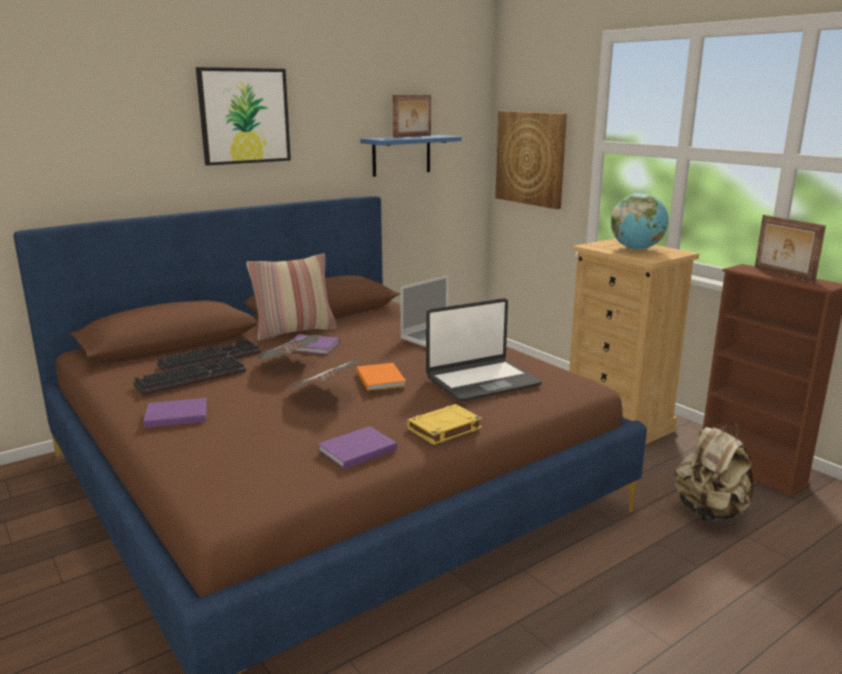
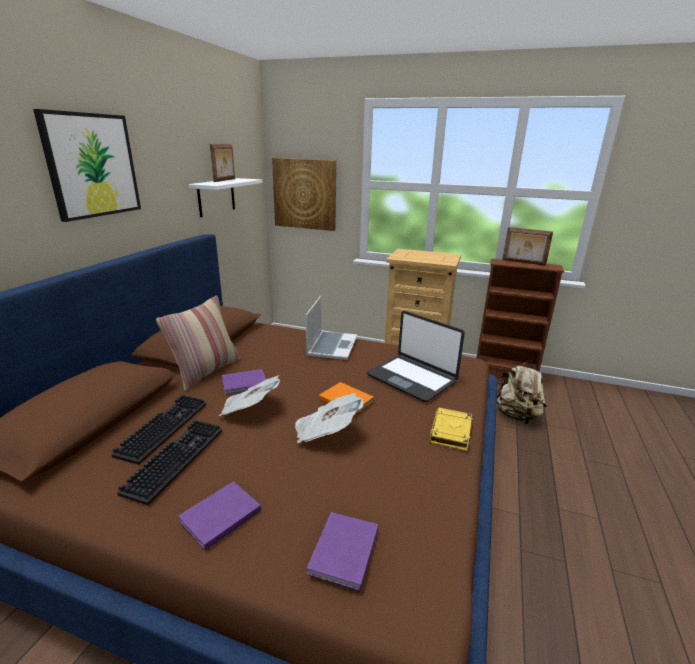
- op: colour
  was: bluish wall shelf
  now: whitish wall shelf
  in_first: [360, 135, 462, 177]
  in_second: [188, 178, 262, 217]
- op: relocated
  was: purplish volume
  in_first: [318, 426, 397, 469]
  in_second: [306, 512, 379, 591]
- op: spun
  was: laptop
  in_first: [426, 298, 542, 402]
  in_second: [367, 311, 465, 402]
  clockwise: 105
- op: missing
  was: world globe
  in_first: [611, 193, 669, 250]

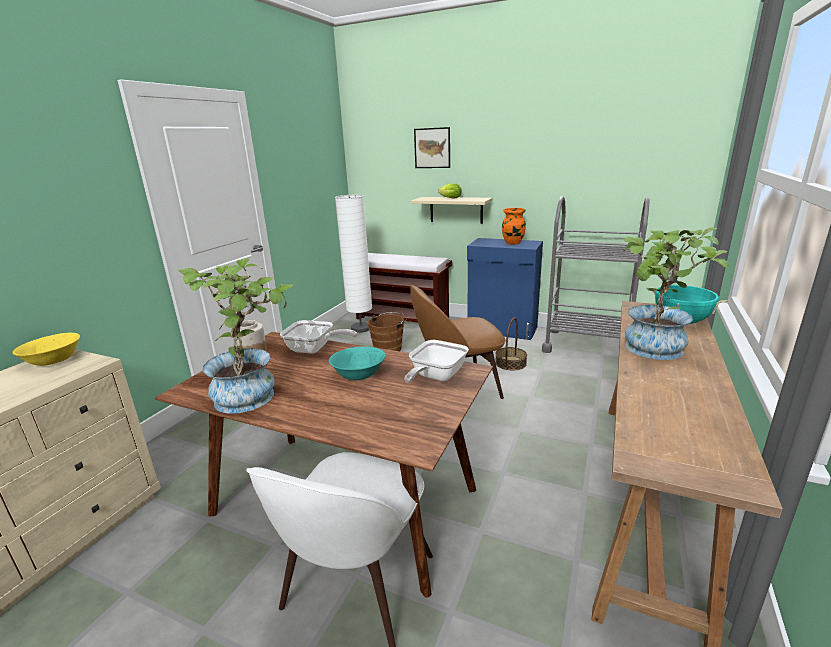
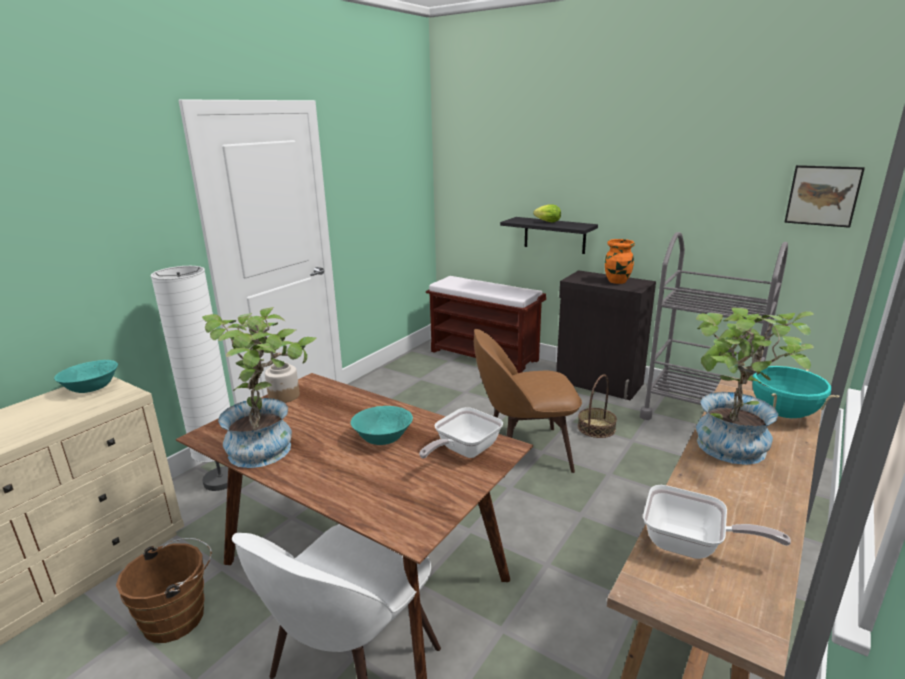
- op: colour
  was: yellowish serving bowl
  now: turquoise-coloured serving bowl
  in_first: [13, 333, 80, 366]
  in_second: [54, 360, 118, 393]
- op: relocated
  was: brown-coloured bucket
  in_first: [368, 312, 407, 351]
  in_second: [116, 538, 212, 643]
- op: relocated
  was: whitish floor lamp
  in_first: [335, 195, 372, 333]
  in_second: [151, 266, 230, 491]
- op: colour
  was: beige-coloured wall shelf
  now: black wall shelf
  in_first: [411, 197, 493, 224]
  in_second: [500, 217, 598, 254]
- op: colour
  was: bluish cabinet
  now: black cabinet
  in_first: [467, 238, 543, 340]
  in_second: [556, 270, 656, 400]
- op: relocated
  was: pan
  in_first: [280, 320, 357, 354]
  in_second: [643, 485, 791, 559]
- op: relocated
  was: picture
  in_first: [414, 127, 450, 168]
  in_second: [784, 165, 865, 228]

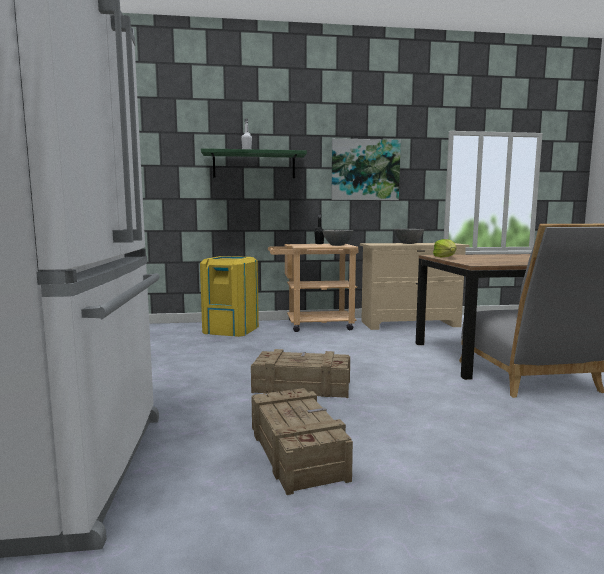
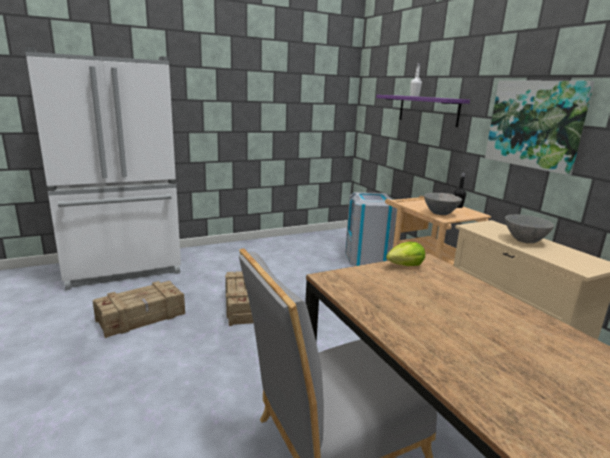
- op: colour
  was: yellowish rubbish bin
  now: grey rubbish bin
  in_first: [200, 256, 259, 337]
  in_second: [345, 192, 397, 266]
- op: colour
  was: green wall shelf
  now: purplish wall shelf
  in_first: [201, 148, 307, 178]
  in_second: [376, 95, 470, 127]

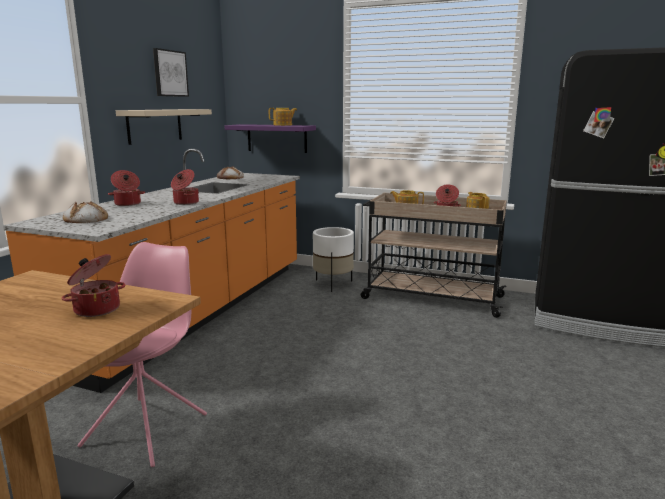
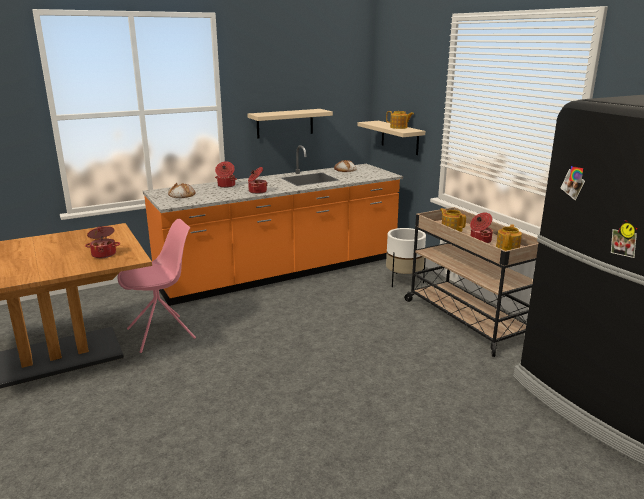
- op: colour
  was: purplish wall shelf
  now: beige-coloured wall shelf
  in_first: [225, 124, 316, 153]
  in_second: [358, 121, 425, 155]
- op: missing
  was: picture
  in_first: [153, 48, 189, 97]

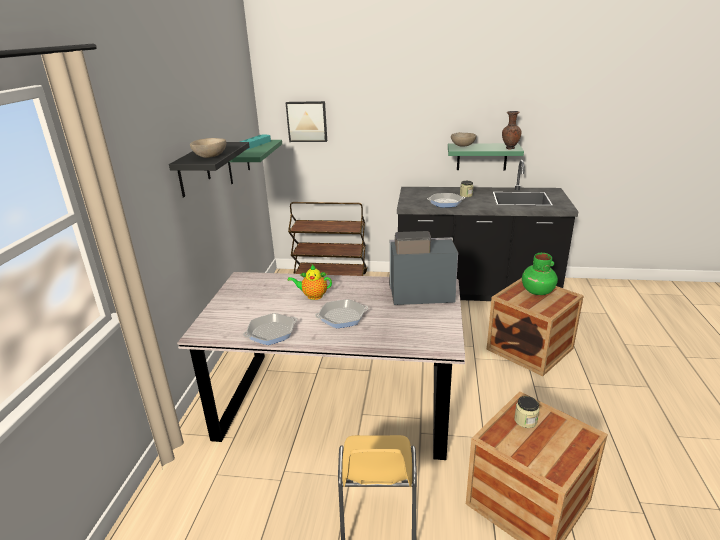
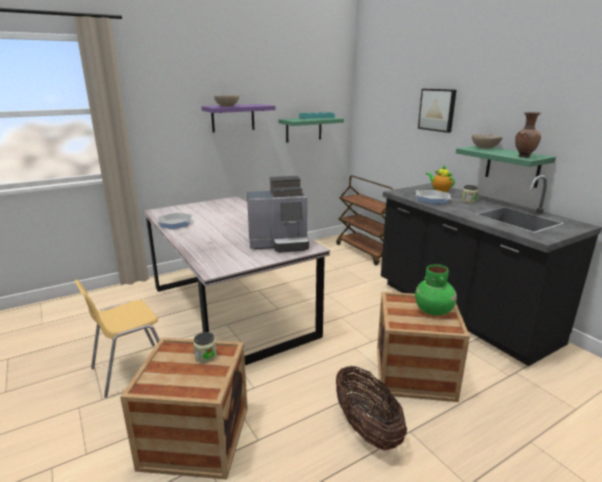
- op: colour
  was: black wall shelf
  now: purplish wall shelf
  in_first: [169, 142, 249, 197]
  in_second: [201, 104, 276, 132]
- op: spun
  was: coffee machine
  in_first: [389, 231, 458, 305]
  in_second: [247, 176, 309, 253]
  clockwise: 120
- op: appeared
  now: basket
  in_second: [336, 366, 407, 451]
- op: relocated
  was: picture
  in_first: [286, 101, 327, 142]
  in_second: [418, 89, 456, 133]
- op: relocated
  was: pot for tea
  in_first: [287, 265, 332, 300]
  in_second: [426, 165, 455, 192]
- op: missing
  was: pan
  in_first: [315, 299, 368, 328]

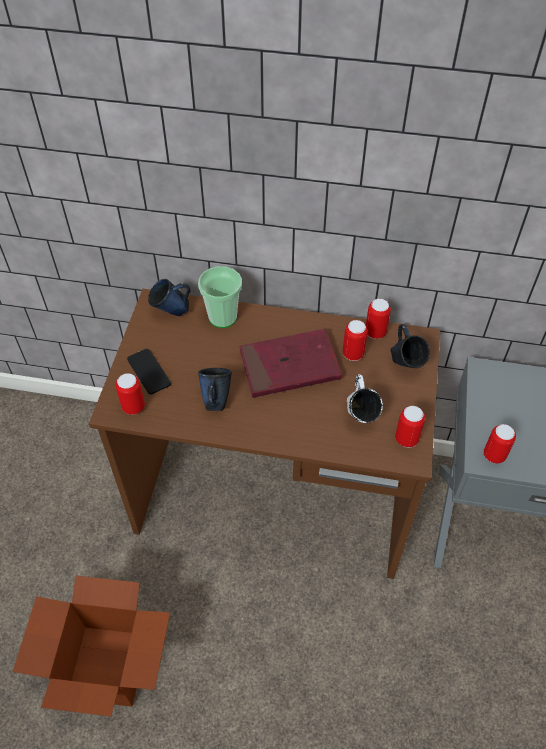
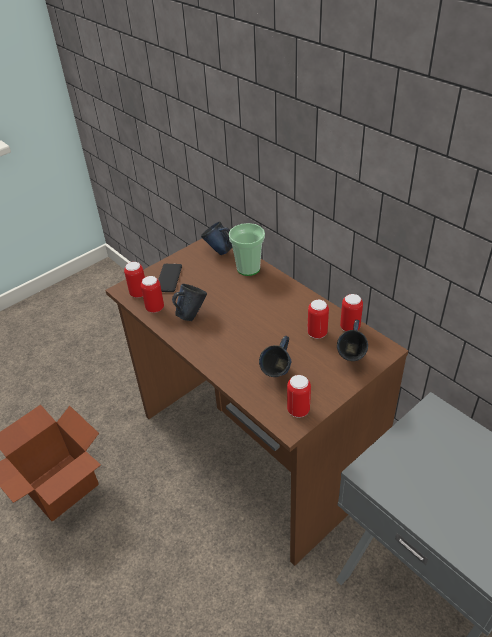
- op: relocated
  was: sealed can
  in_first: [484, 424, 516, 464]
  in_second: [141, 276, 164, 313]
- op: colour
  was: whitish tea mug
  now: bluish tea mug
  in_first: [347, 374, 383, 423]
  in_second: [259, 336, 292, 377]
- op: missing
  was: red volume
  in_first: [240, 329, 342, 398]

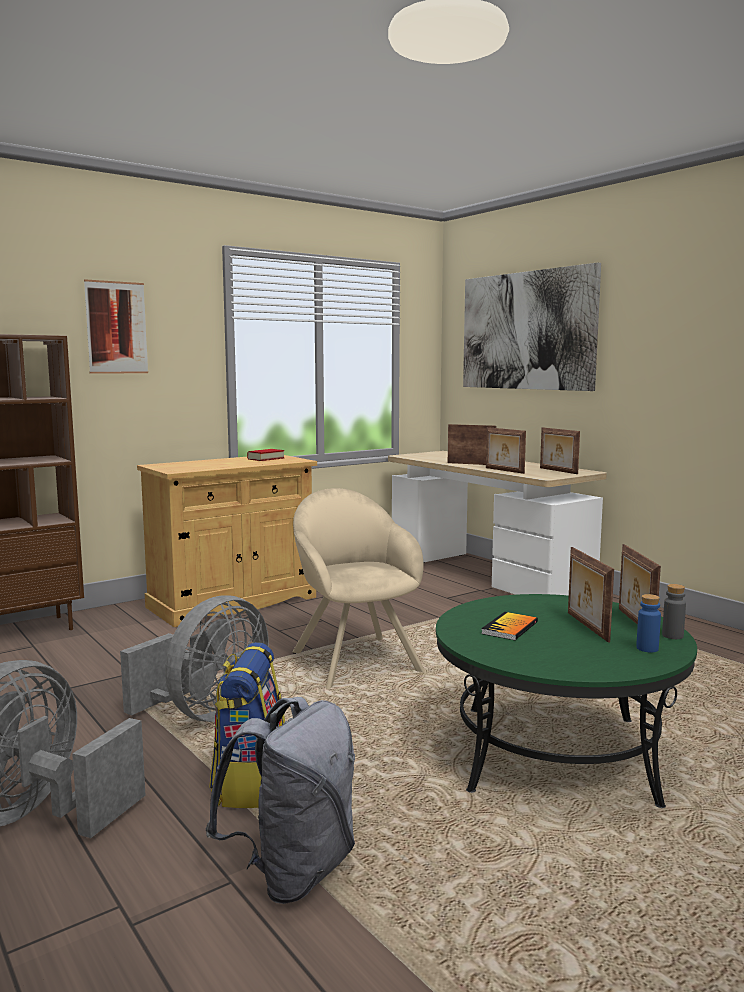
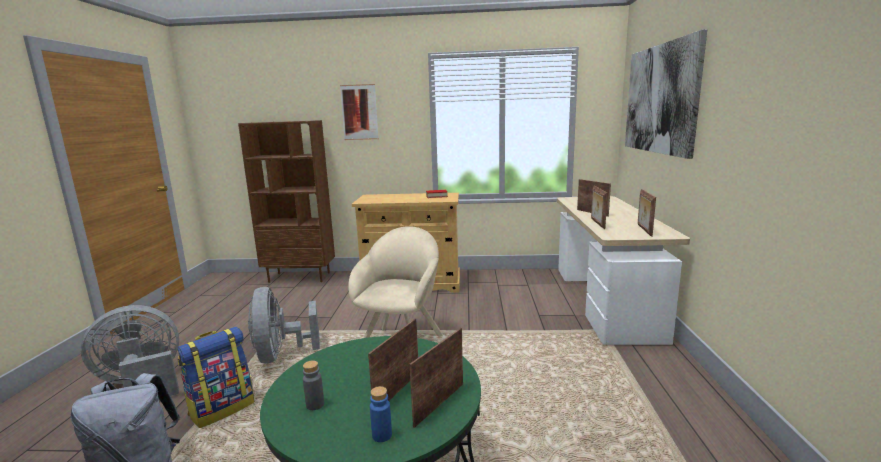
- op: spun
  was: grey cooling fan
  in_first: [120, 595, 269, 722]
  in_second: [248, 287, 320, 363]
  clockwise: 90
- op: relocated
  was: grey drink bottle
  in_first: [662, 584, 686, 639]
  in_second: [303, 361, 324, 410]
- op: missing
  was: volume
  in_first: [481, 612, 538, 640]

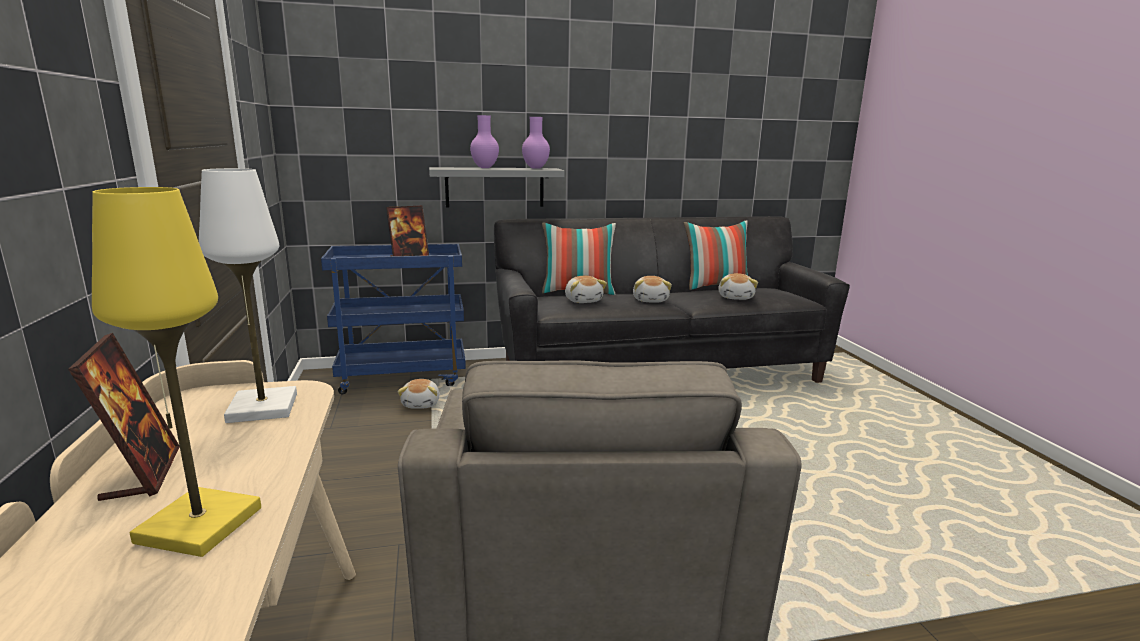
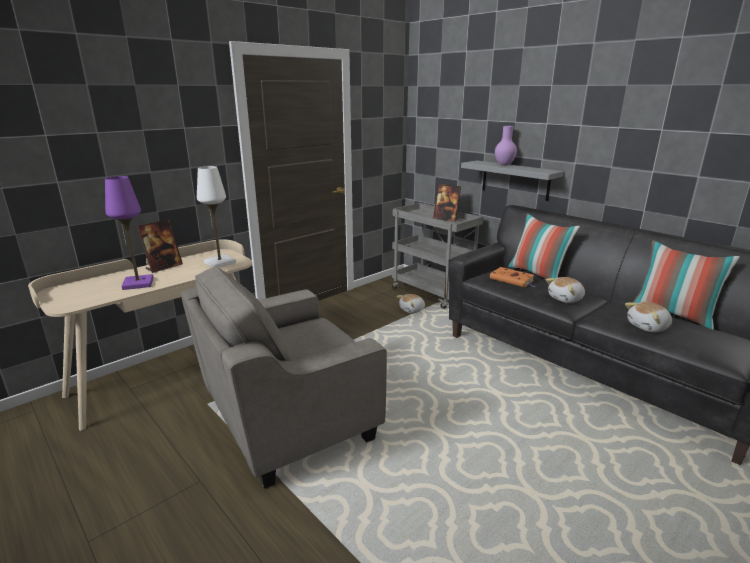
- op: colour
  was: yellowish table lamp
  now: purplish table lamp
  in_first: [92, 187, 261, 557]
  in_second: [105, 176, 154, 290]
- op: colour
  was: bluish wheeled cart
  now: grey wheeled cart
  in_first: [321, 244, 466, 394]
  in_second: [392, 203, 483, 309]
- op: exchanged
  was: soft toy
  now: orange-coloured volume
  in_first: [565, 276, 607, 303]
  in_second: [490, 267, 536, 287]
- op: missing
  was: purplish decorative vase
  in_first: [522, 117, 550, 169]

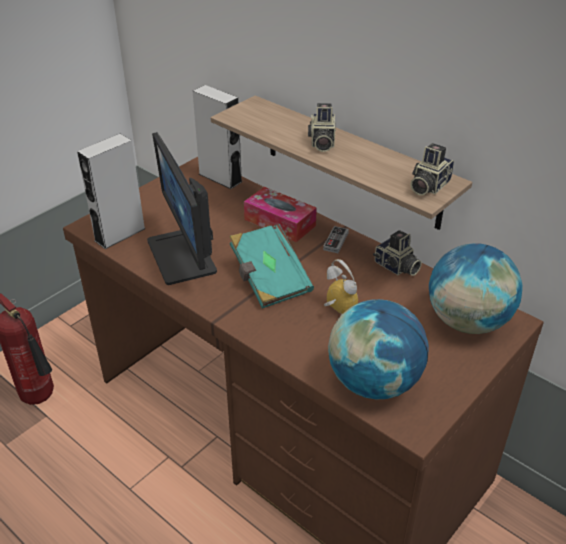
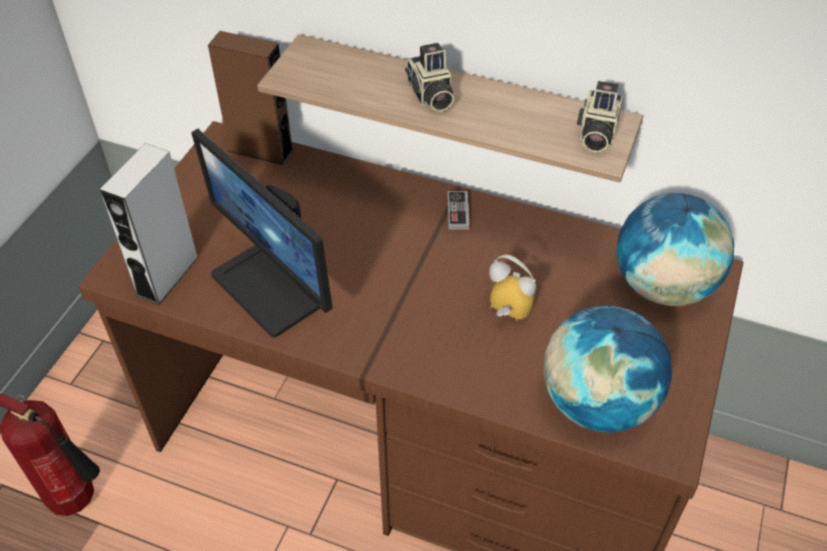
- op: colour
  was: grey loudspeaker
  now: brown-coloured loudspeaker
  in_first: [193, 85, 242, 189]
  in_second: [208, 31, 294, 165]
- op: missing
  was: turquoise-coloured volume
  in_first: [230, 223, 314, 308]
- op: missing
  was: tissue box
  in_first: [244, 187, 317, 242]
- op: missing
  was: still camera
  in_first: [373, 230, 422, 276]

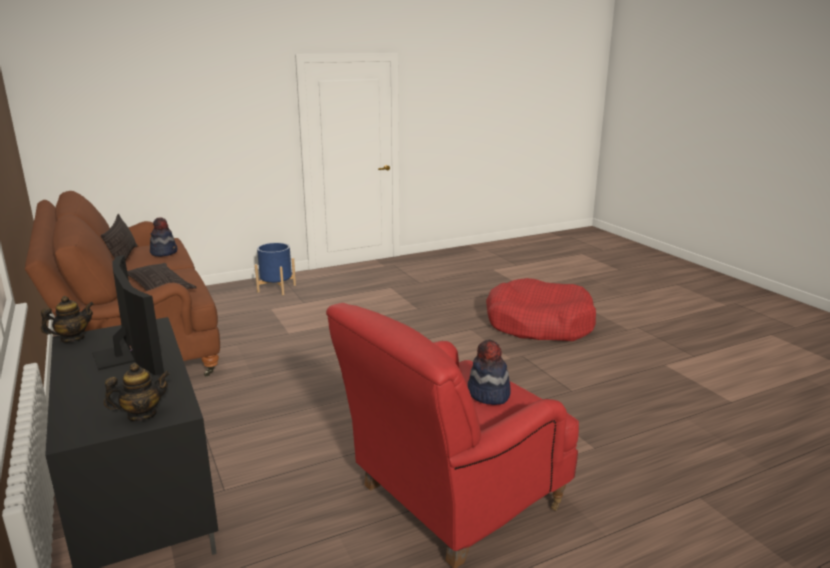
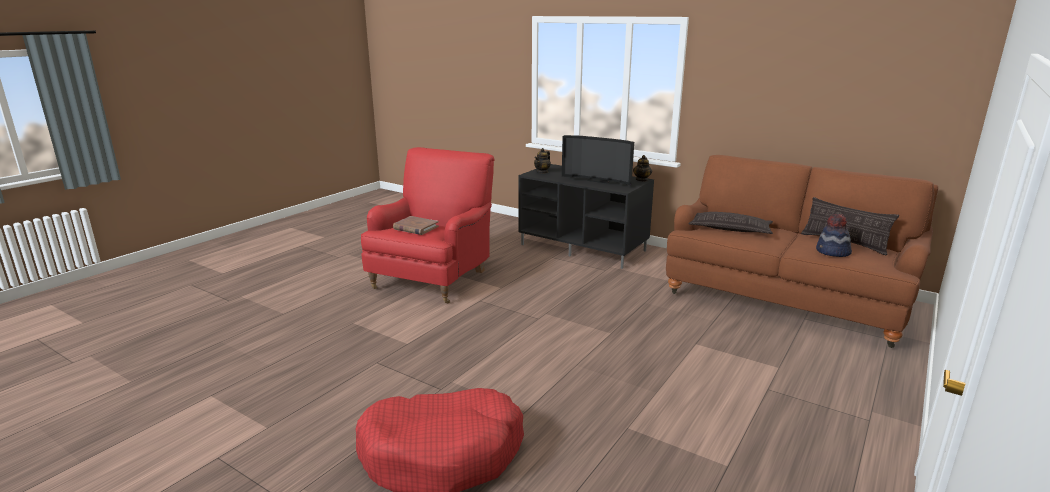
- op: exchanged
  was: hat
  now: brown-coloured volume
  in_first: [468, 340, 511, 405]
  in_second: [393, 216, 439, 235]
- op: missing
  was: bluish flower pot
  in_first: [255, 243, 296, 295]

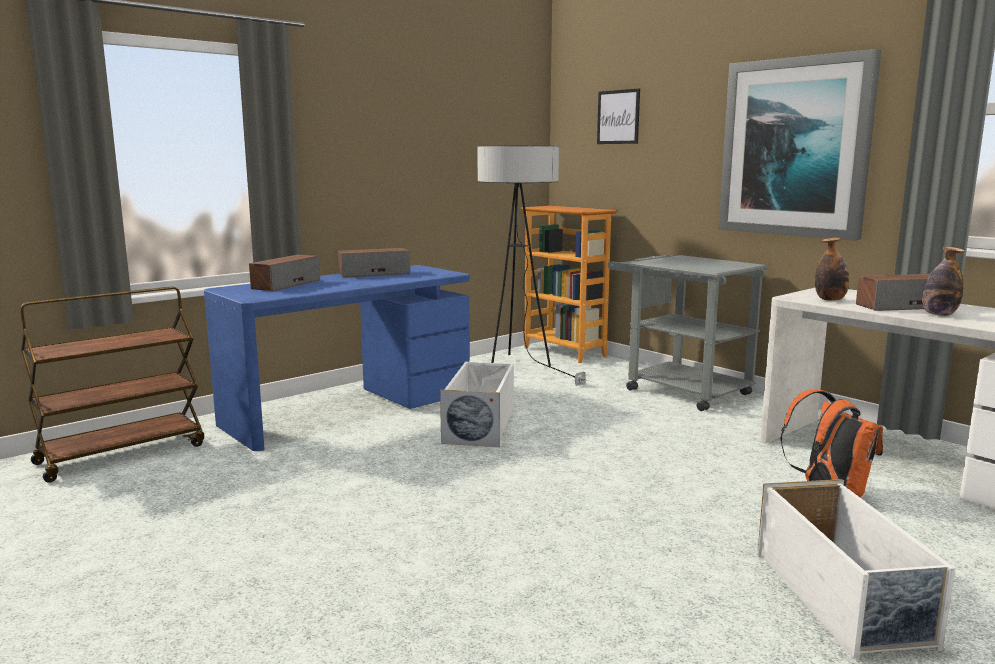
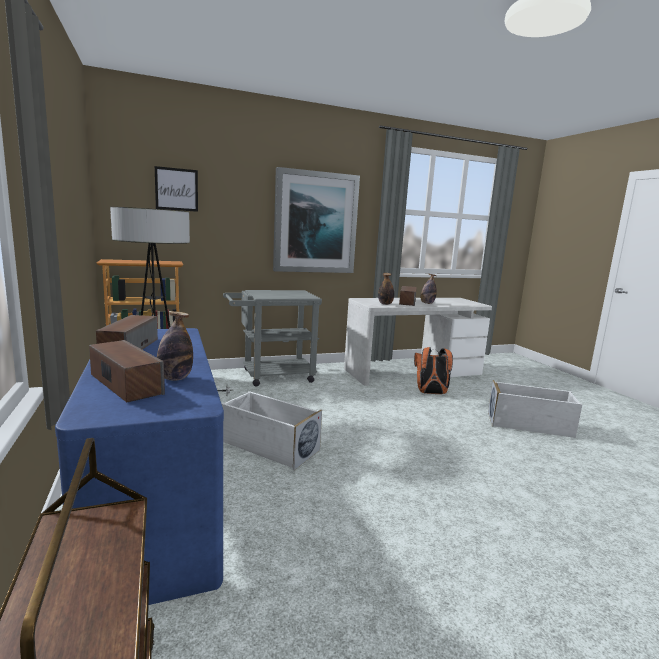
- op: appeared
  now: drink bottle
  in_second: [157, 311, 193, 381]

